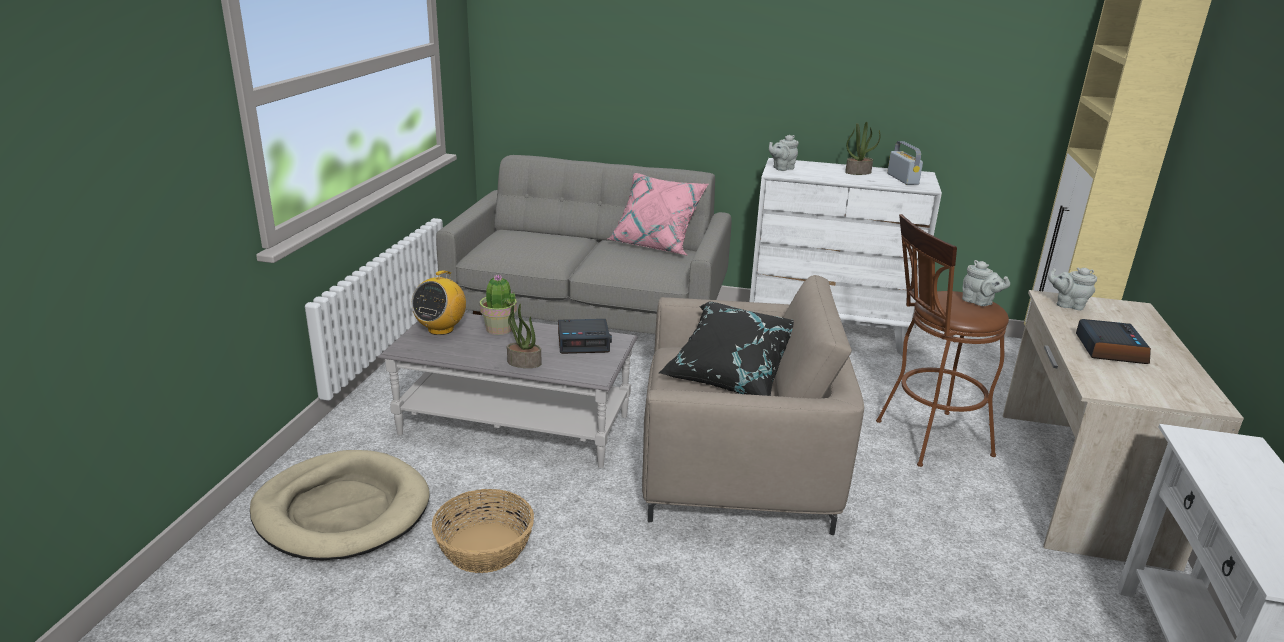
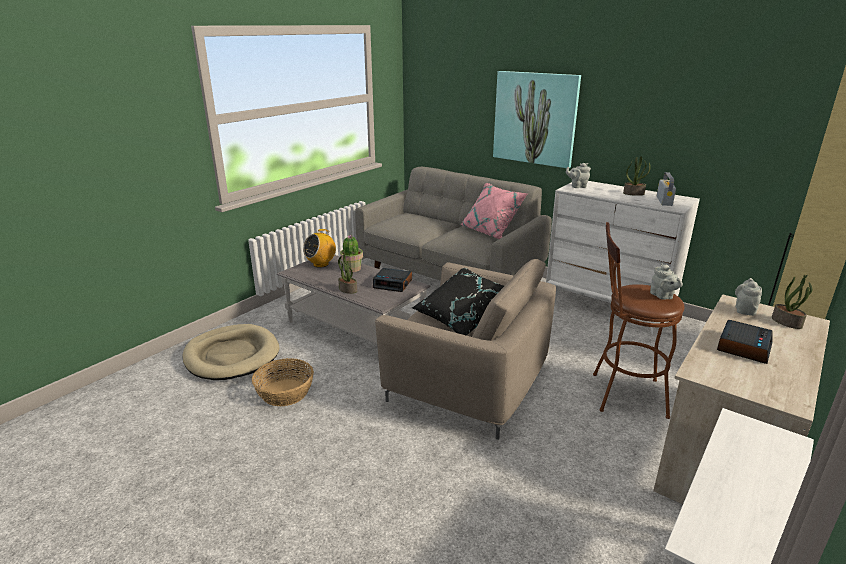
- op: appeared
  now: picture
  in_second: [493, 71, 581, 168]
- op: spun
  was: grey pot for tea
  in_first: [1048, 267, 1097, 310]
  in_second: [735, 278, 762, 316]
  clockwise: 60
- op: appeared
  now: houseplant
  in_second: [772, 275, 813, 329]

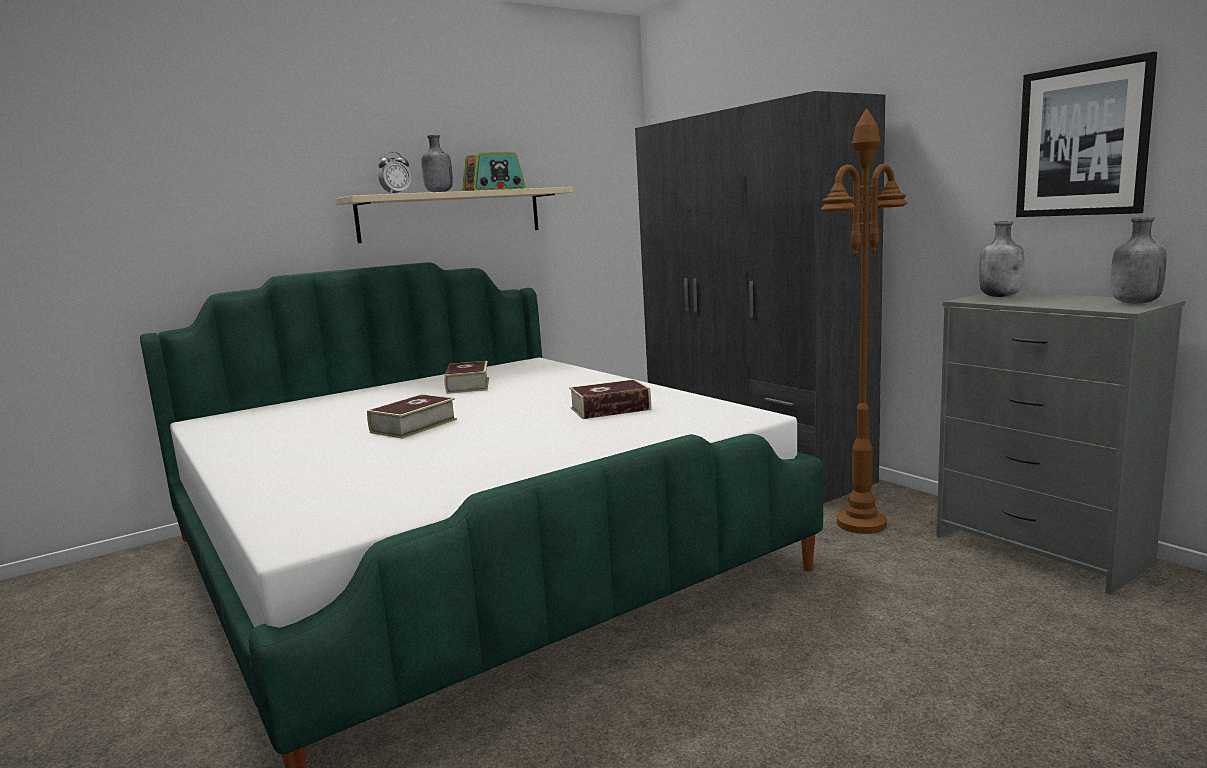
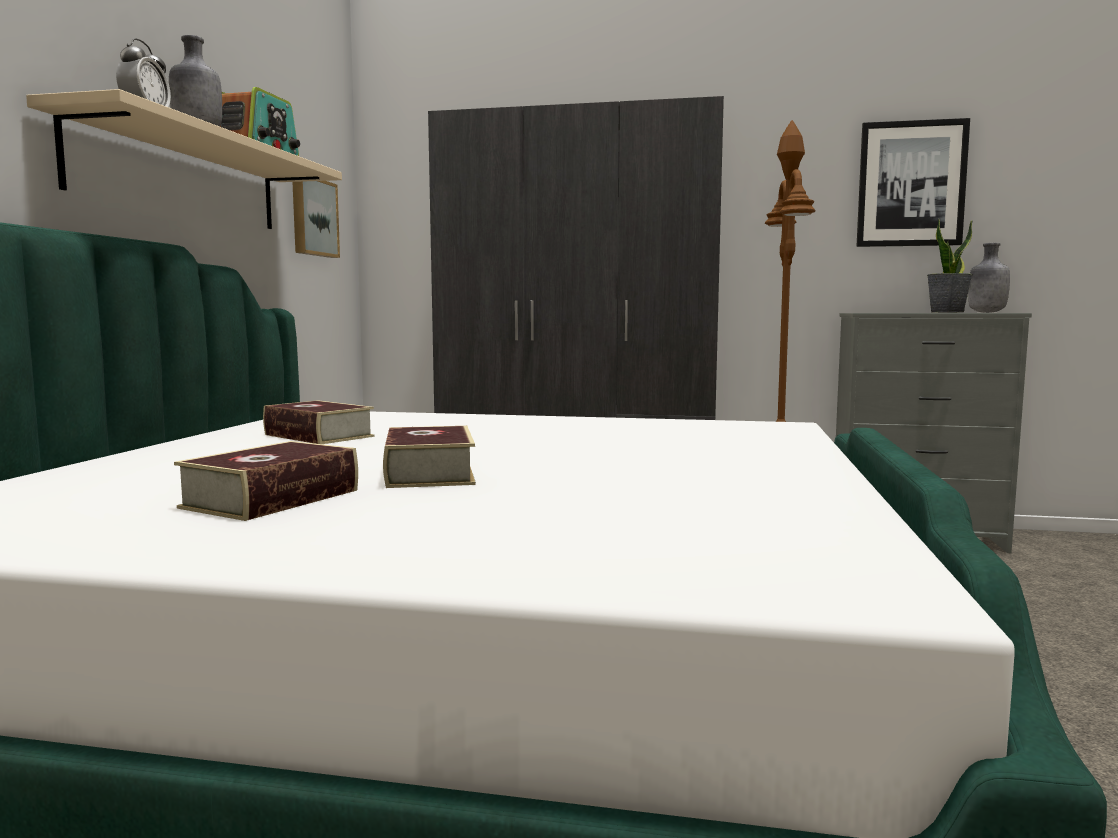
- op: relocated
  was: volume
  in_first: [569, 379, 651, 419]
  in_second: [174, 441, 358, 521]
- op: appeared
  now: picture
  in_second: [292, 181, 340, 258]
- op: appeared
  now: houseplant
  in_second: [927, 219, 973, 313]
- op: missing
  was: grey drink bottle
  in_first: [979, 221, 1024, 297]

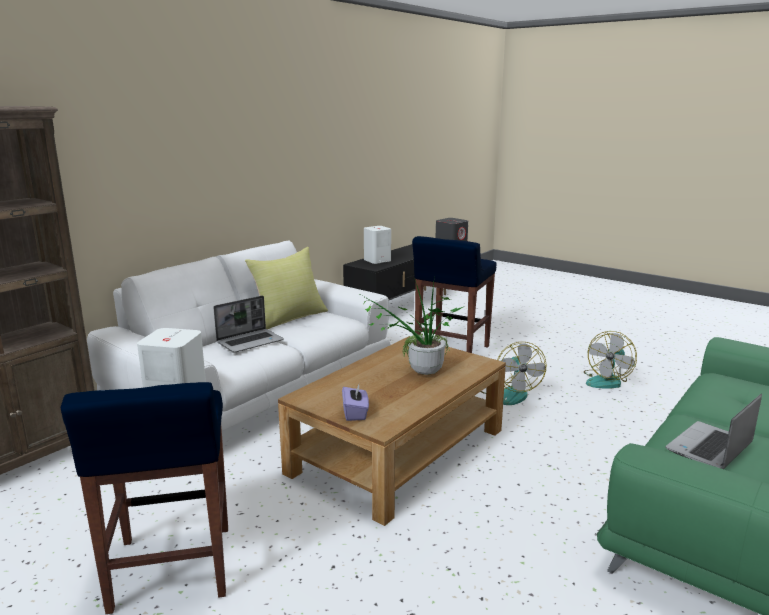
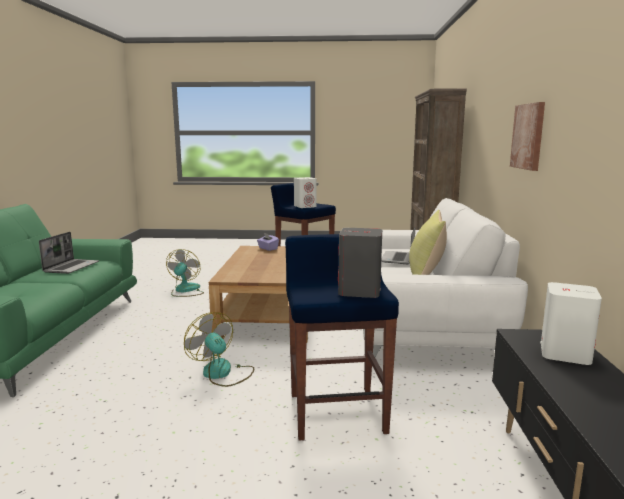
- op: relocated
  was: cooling fan
  in_first: [584, 331, 637, 388]
  in_second: [166, 249, 204, 297]
- op: appeared
  now: picture
  in_second: [510, 102, 545, 171]
- op: missing
  was: houseplant
  in_first: [363, 275, 463, 375]

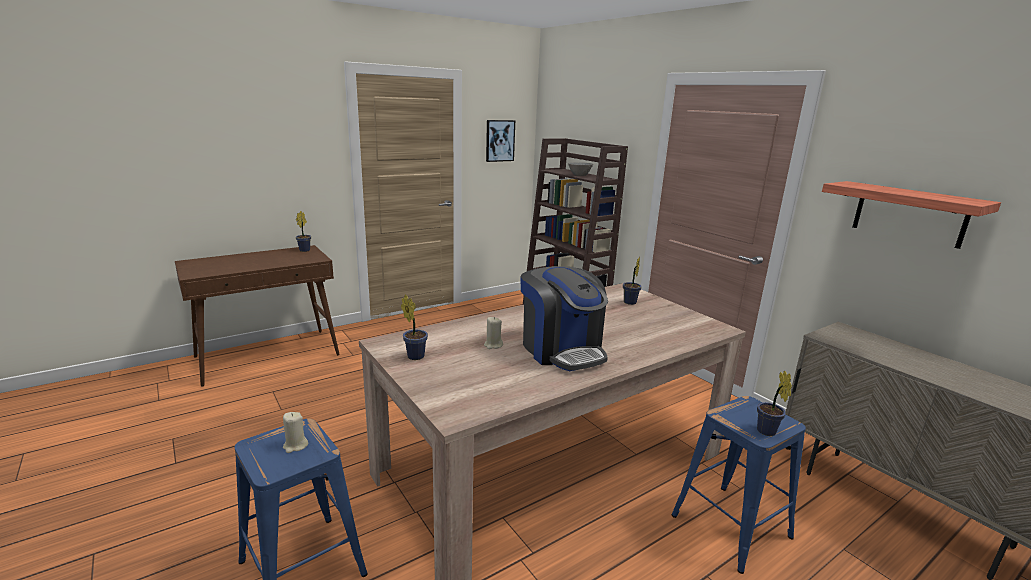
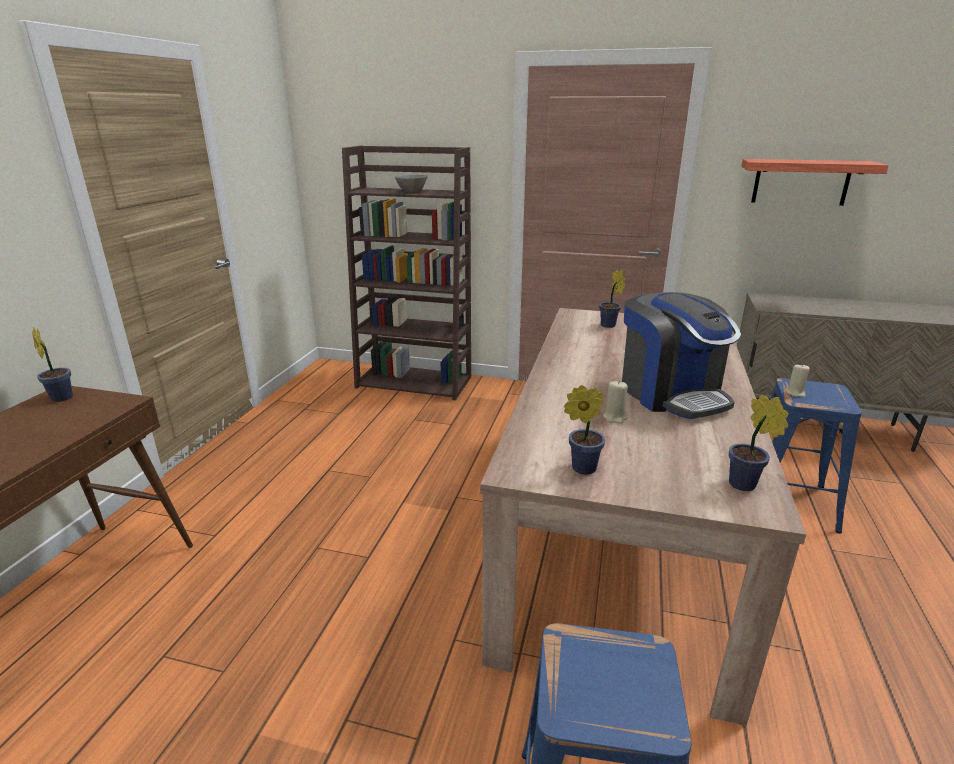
- op: spun
  was: coffee machine
  in_first: [520, 266, 608, 371]
  in_second: [622, 292, 741, 419]
  clockwise: 45
- op: relocated
  was: houseplant
  in_first: [757, 371, 792, 436]
  in_second: [729, 395, 789, 491]
- op: relocated
  was: beige-coloured candle
  in_first: [283, 412, 308, 453]
  in_second: [786, 364, 810, 397]
- op: missing
  was: picture
  in_first: [486, 120, 515, 162]

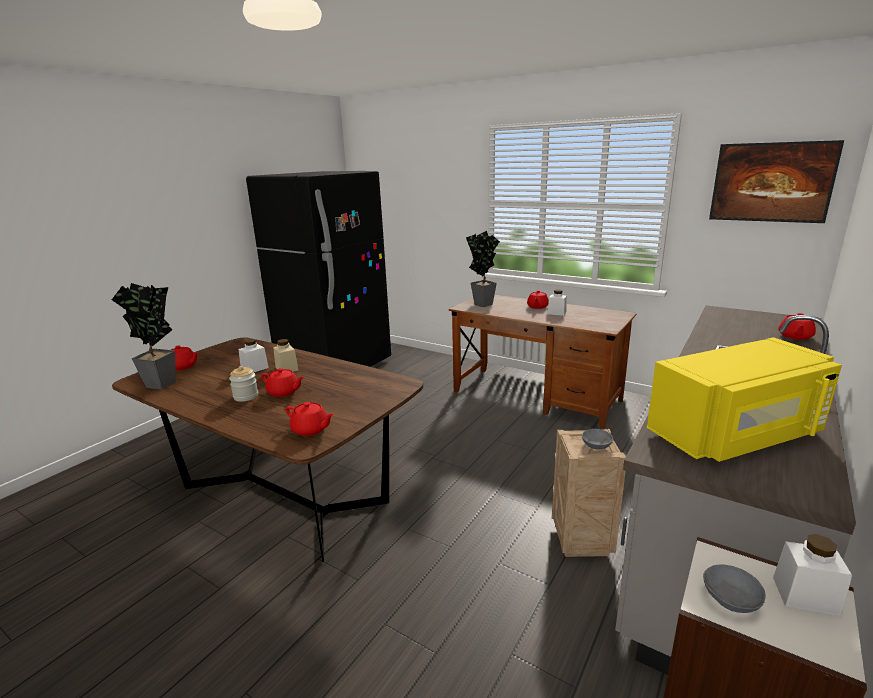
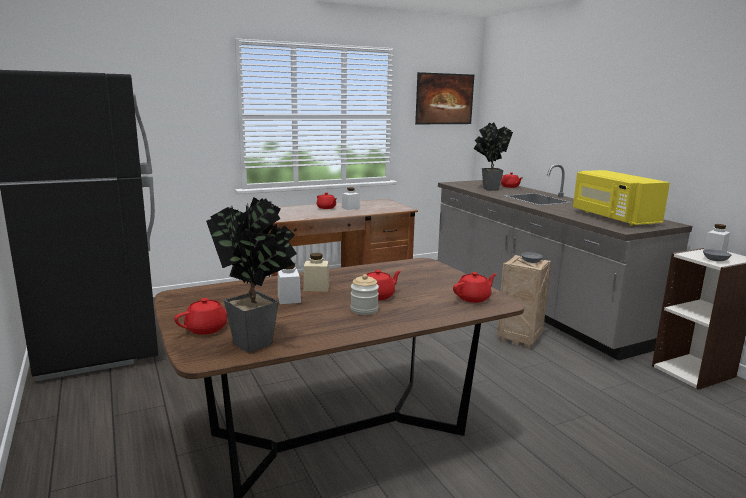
- op: relocated
  was: houseplant
  in_first: [466, 231, 500, 307]
  in_second: [473, 122, 513, 190]
- op: spun
  was: yellowish microwave oven
  in_first: [647, 337, 842, 462]
  in_second: [573, 170, 670, 226]
  clockwise: 150

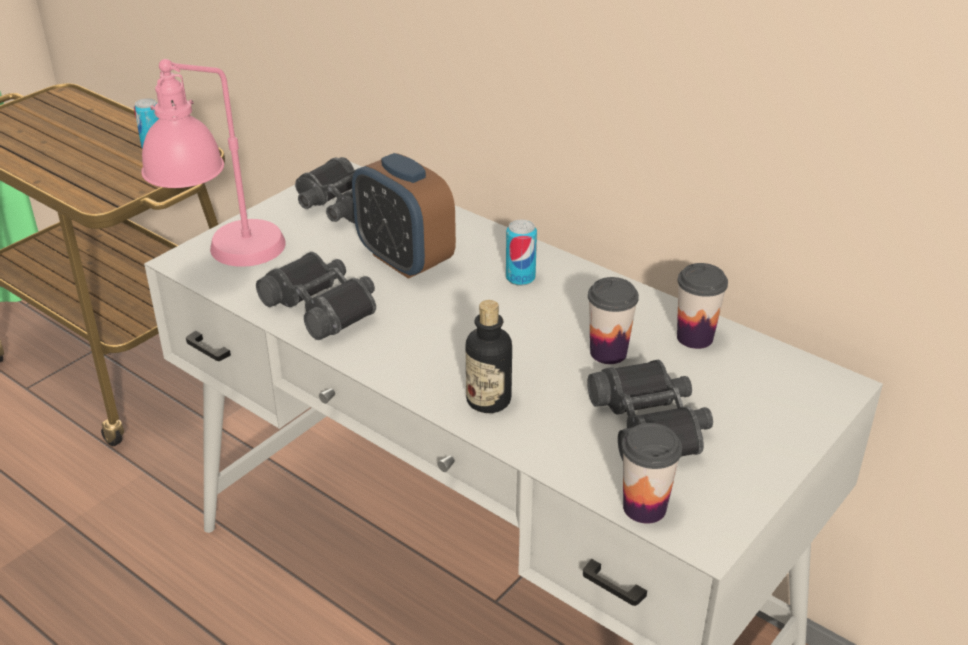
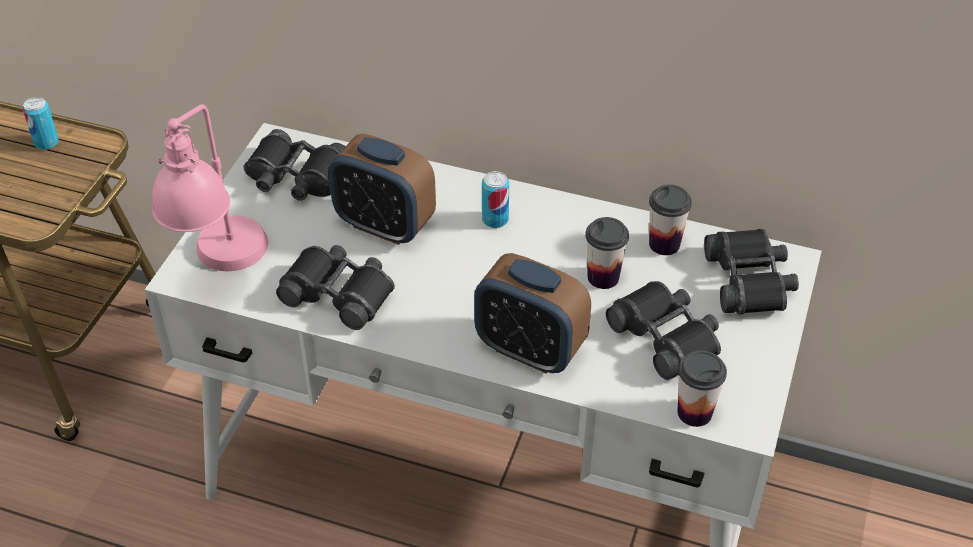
- op: exchanged
  was: drink bottle
  now: bedside clock
  in_first: [466, 300, 512, 413]
  in_second: [474, 253, 591, 374]
- op: appeared
  now: black binoculars
  in_second: [704, 229, 799, 314]

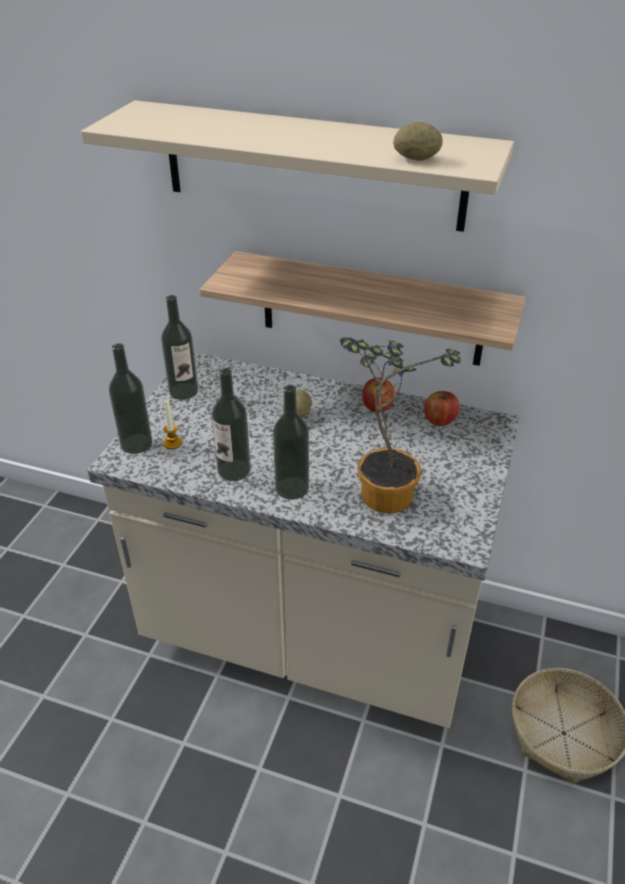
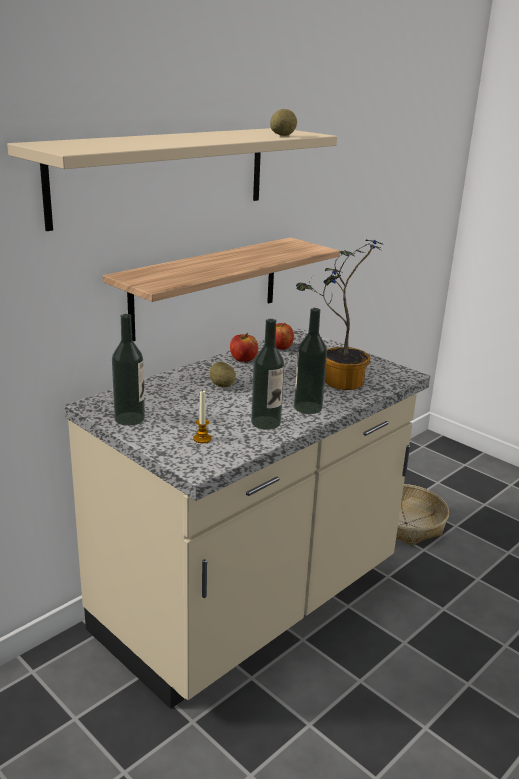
- op: missing
  was: drink bottle
  in_first: [109, 343, 152, 454]

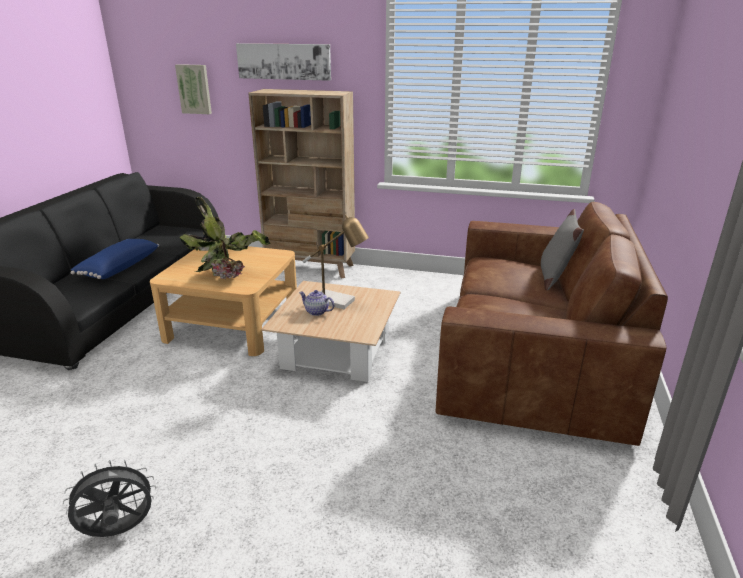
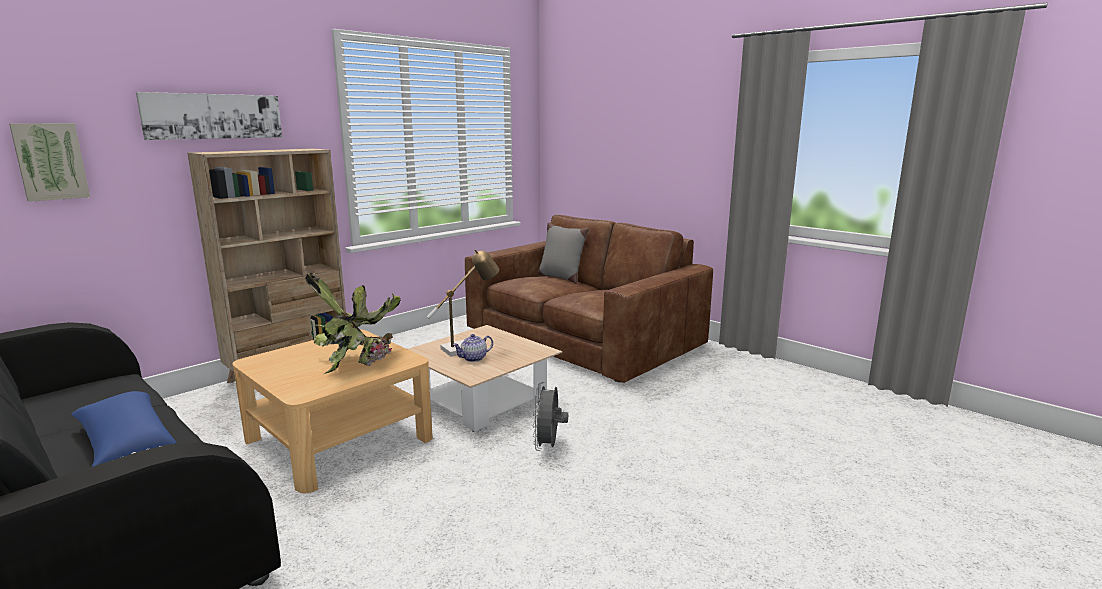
- op: relocated
  was: grey cooling fan
  in_first: [63, 460, 156, 537]
  in_second: [533, 382, 568, 451]

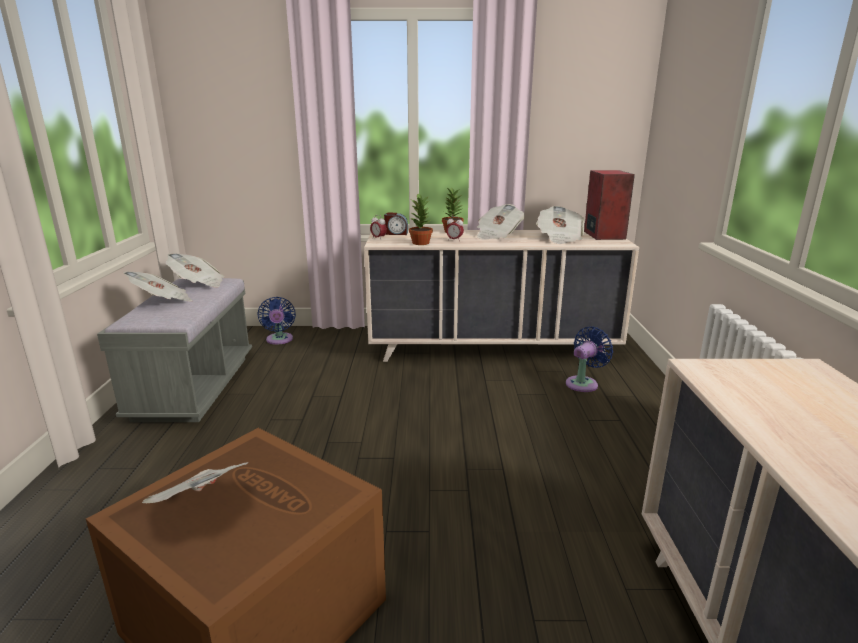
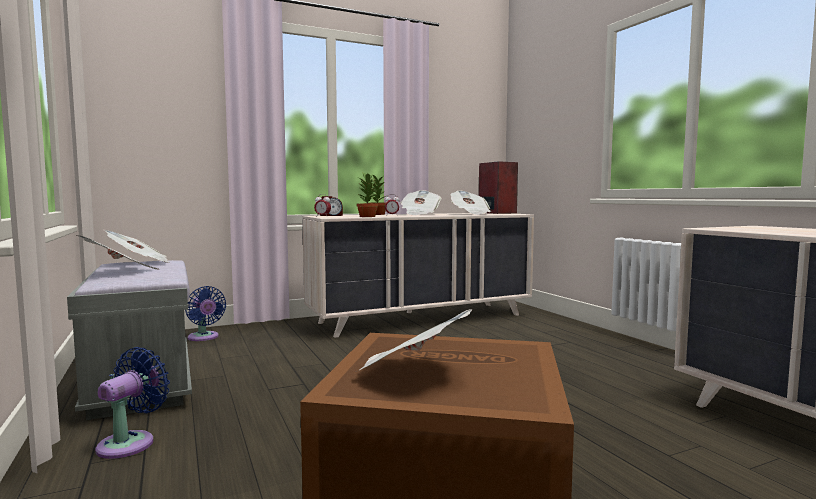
- op: relocated
  was: bluish cooling fan
  in_first: [566, 326, 613, 392]
  in_second: [95, 347, 170, 459]

